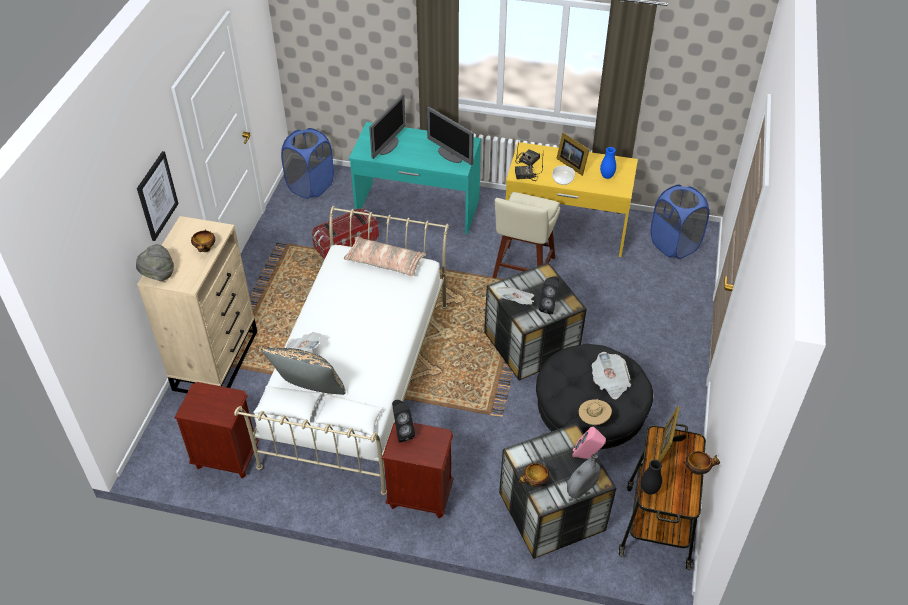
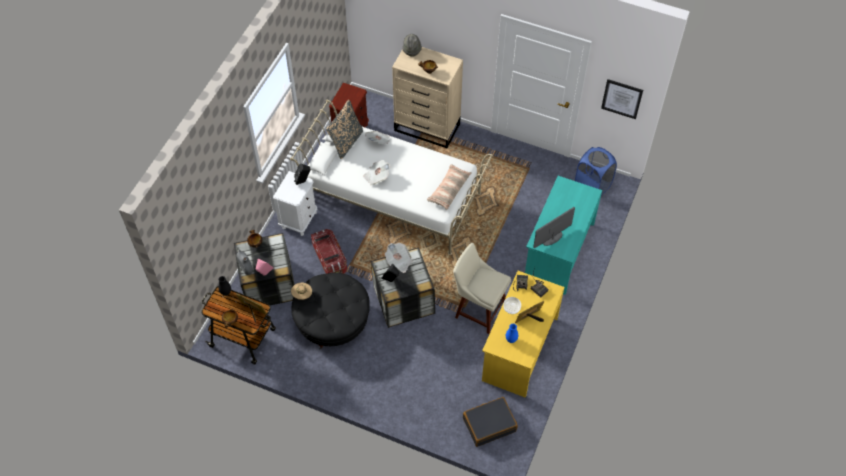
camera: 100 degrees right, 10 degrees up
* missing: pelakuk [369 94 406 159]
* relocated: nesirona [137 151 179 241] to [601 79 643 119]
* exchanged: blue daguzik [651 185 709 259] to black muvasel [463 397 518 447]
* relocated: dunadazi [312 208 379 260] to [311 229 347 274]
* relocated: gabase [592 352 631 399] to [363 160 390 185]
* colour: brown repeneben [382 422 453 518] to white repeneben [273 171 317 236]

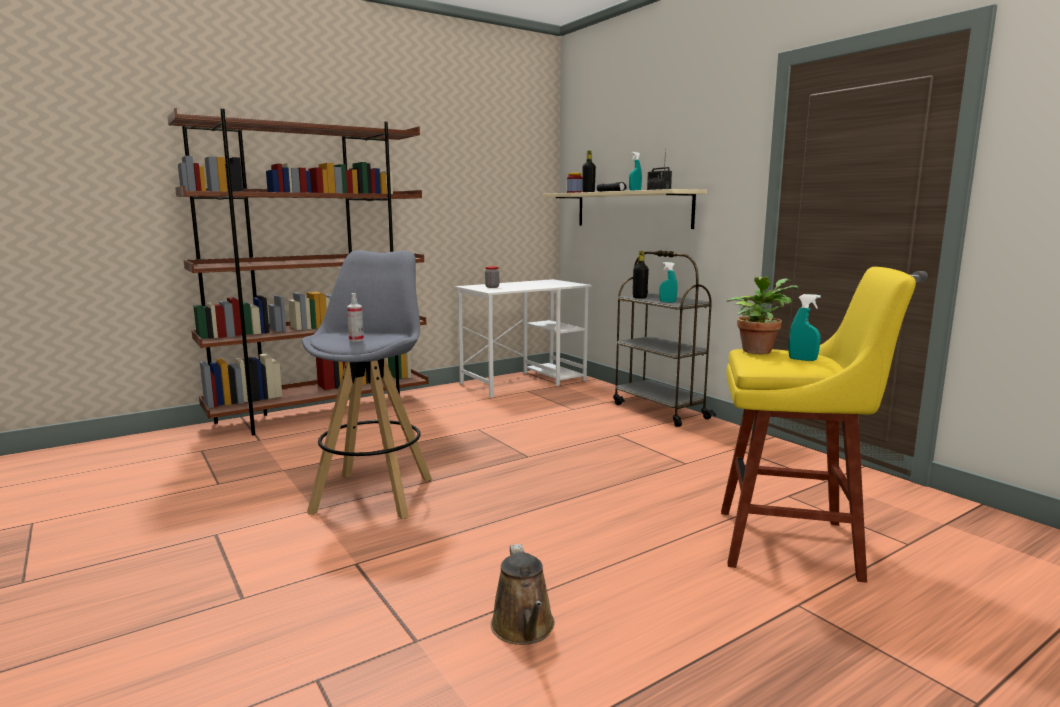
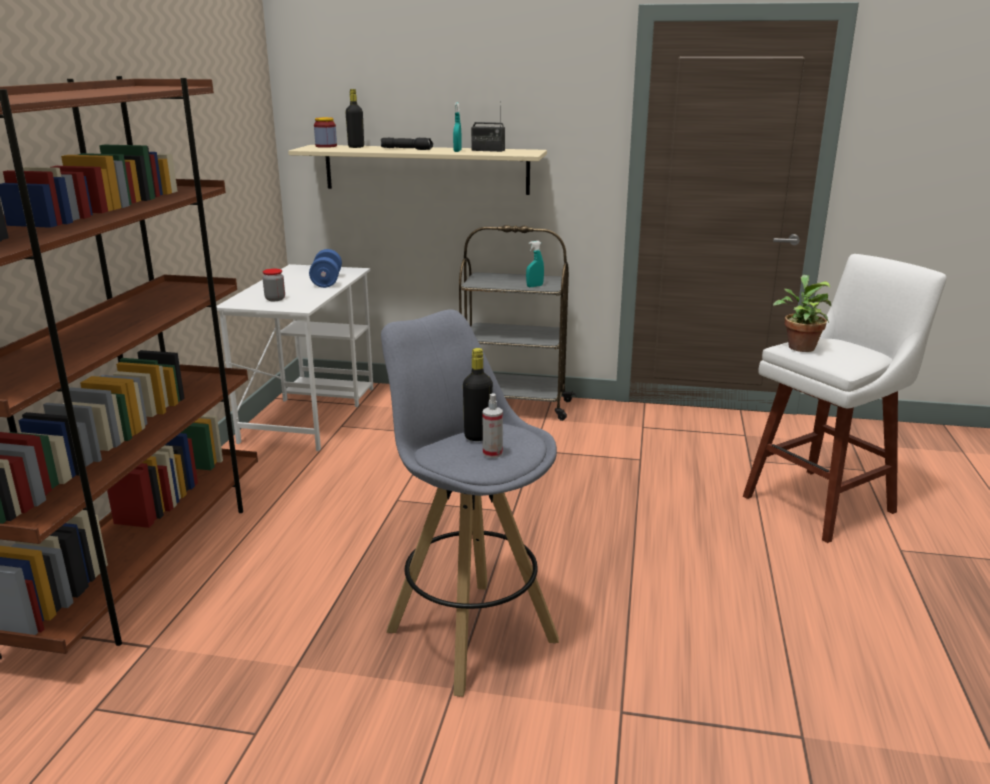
camera: 45 degrees left, 10 degrees up
* relocated: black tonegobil [633 251 649 299] to [463 348 493 441]
* colour: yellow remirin [721 267 916 583] to white remirin [743 254 946 543]
* missing: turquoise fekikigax [788 294 821 361]
* missing: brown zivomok [491 544 555 645]
* appeared: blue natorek [309 249 342 288]

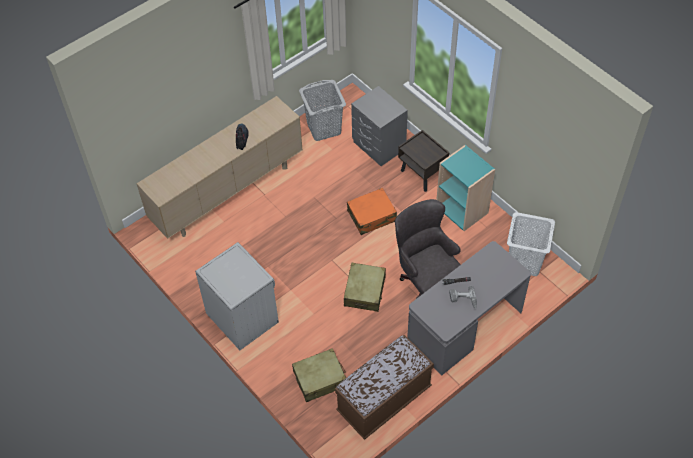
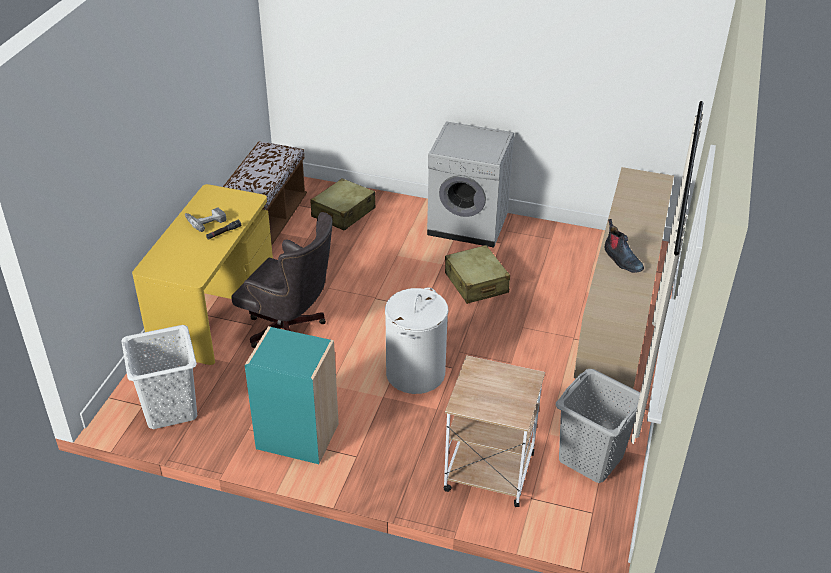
camera: 145 degrees right, 15 degrees down
* exchanged: grey repeneben [351 86 408 166] to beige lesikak [443 355 545 507]
* missing: brown repeneben [398 130 450 192]
* exchanged: orange muvasel [347 188 397 235] to white daguzik [385 288 448 394]
* colour: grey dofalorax [407 241 531 375] to yellow dofalorax [132 184 273 365]
* relocated: beige muvasel [344 263 386 312] to [445 245 510 304]

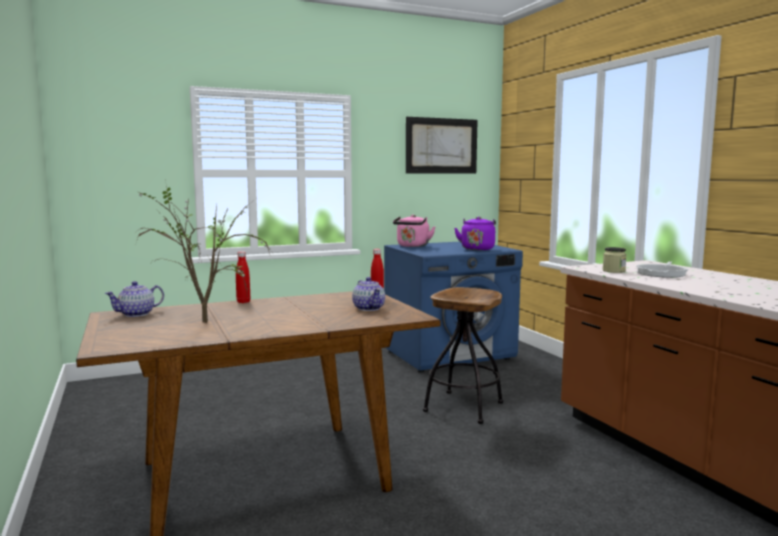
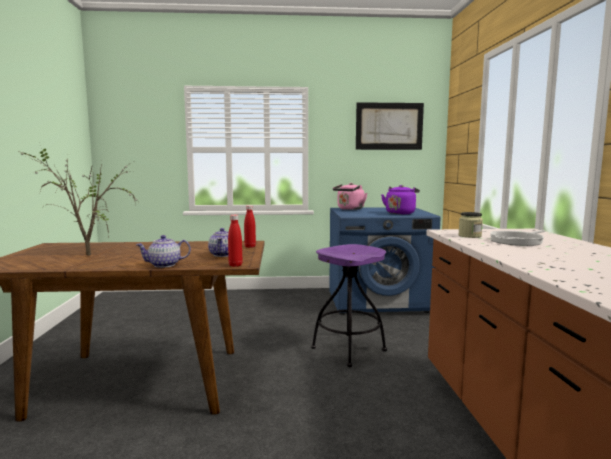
camera: 20 degrees right, 0 degrees up
* relocated: red tonegobil [236 251 250 303] to [228 215 242 267]
* relocated: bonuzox [105 281 164 317] to [136 235 191 268]
* colour: brown remirin [423 287 503 424] to purple remirin [311 244 387 367]

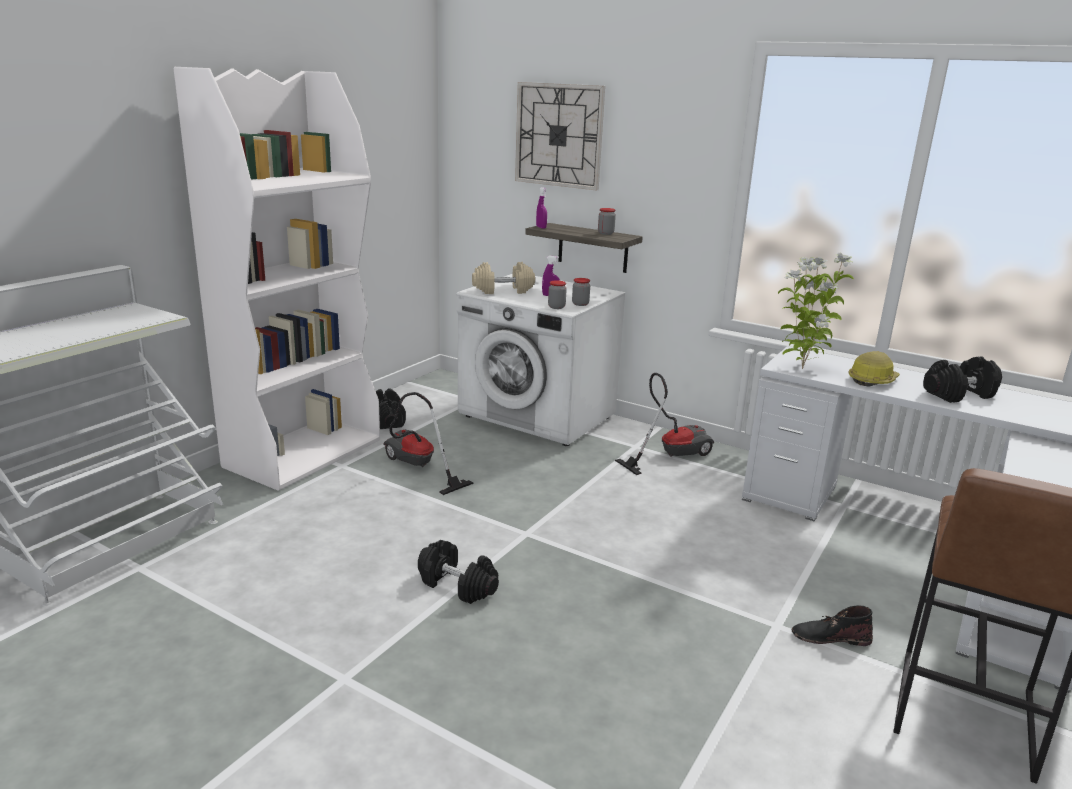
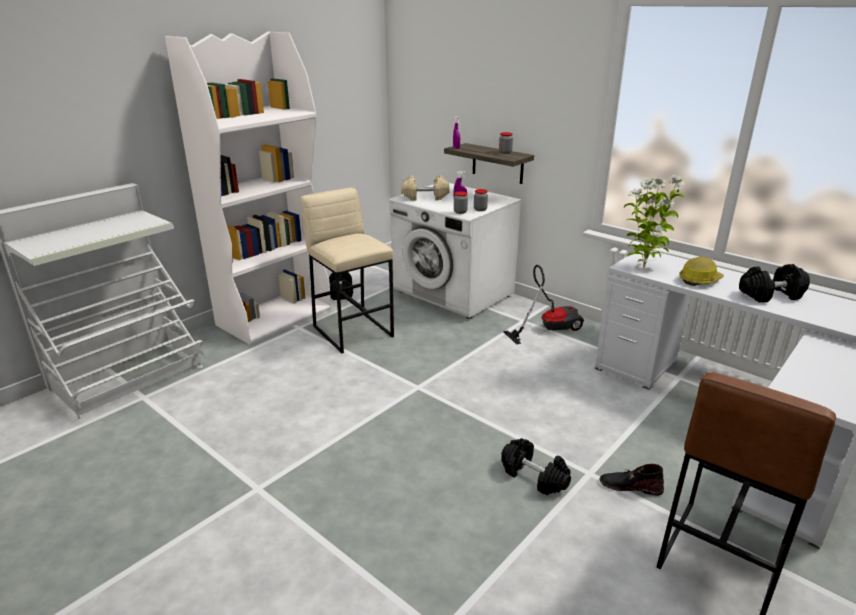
camera: 10 degrees right, 5 degrees up
* missing: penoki [515 82 605 191]
* exchanged: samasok [383 392 474 495] to beige remirin [301 188 394 353]
* relocated: black natorek [418 540 499 604] to [501 438 571 495]

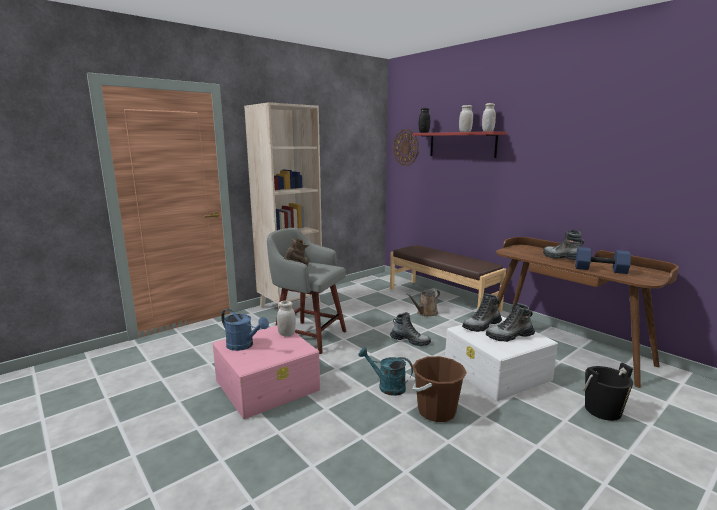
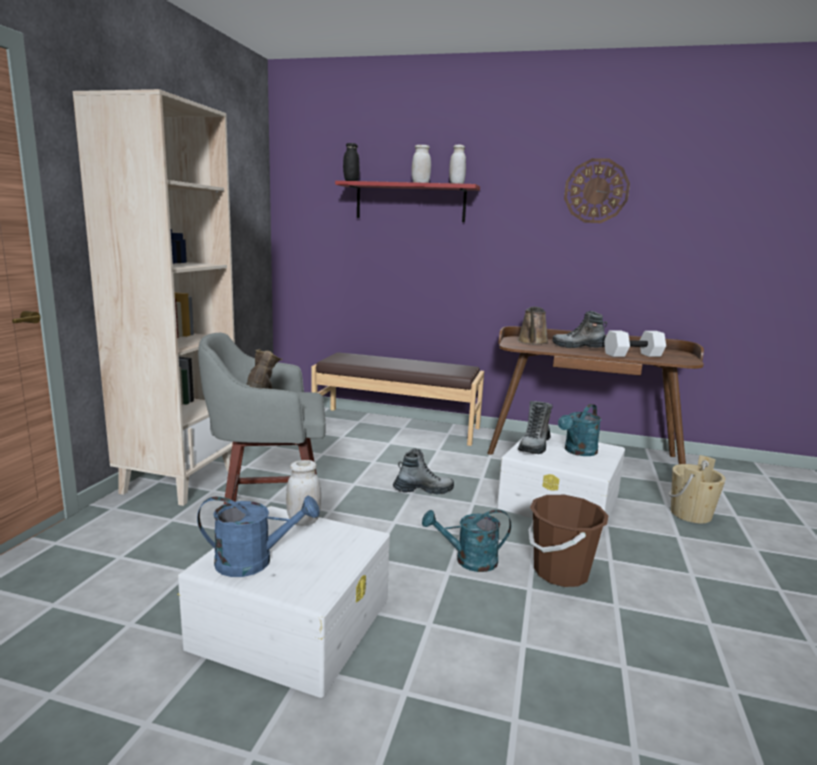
camera: 35 degrees left, 0 degrees up
* relocated: penoki [393 130 419 166] to [564 158 630 223]
* colour: blue natorek [575 247 631 274] to white natorek [604 330 666 357]
* relocated: brown zivomok [406 289 440 317] to [517 307 549 345]
* exchanged: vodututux [486 302 535 342] to turquoise zivomok [558 404 601 456]
* colour: pink dunadazi [213 325 320 419] to white dunadazi [177 506 390 698]
* colour: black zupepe [583 363 633 421] to beige zupepe [669 455 726 524]

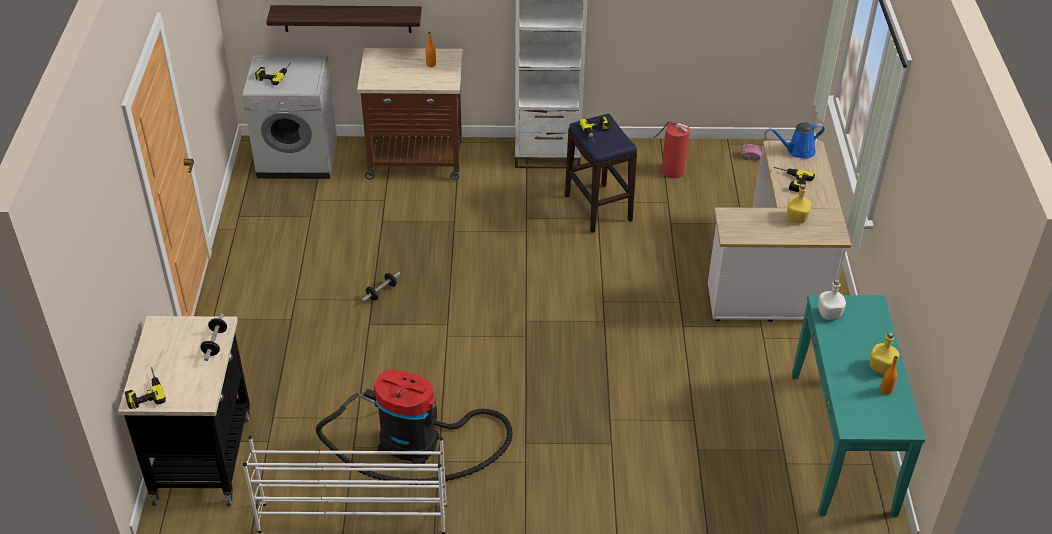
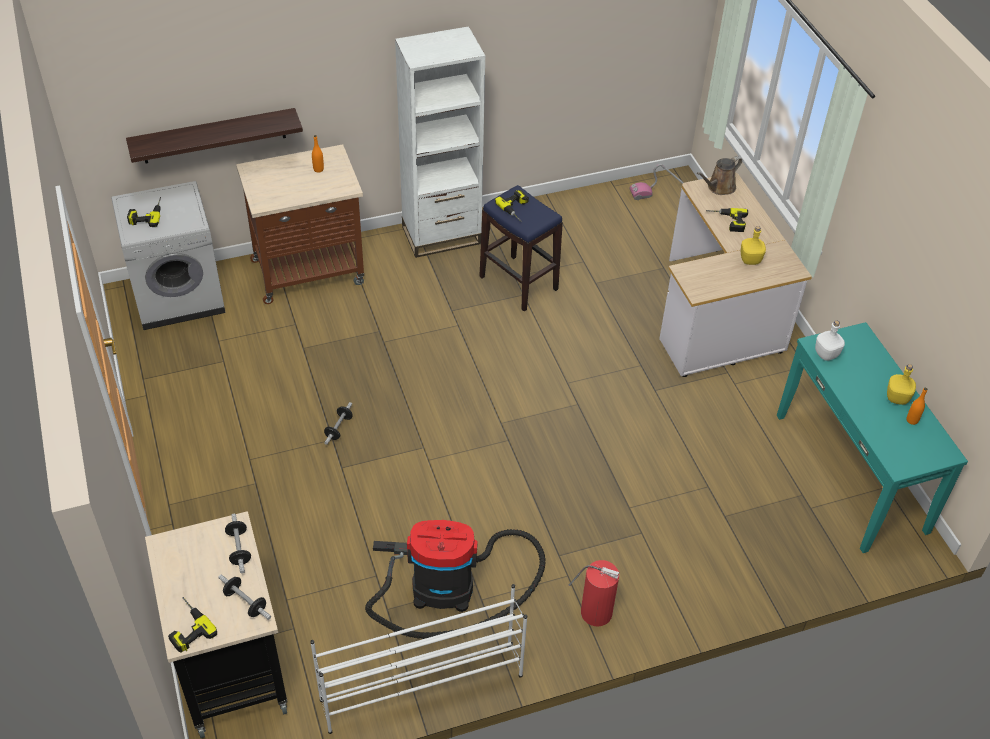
camera: 20 degrees left, 5 degrees up
* relocated: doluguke [654 121 690 178] to [569 560 619 626]
* colour: blue zivomok [770 122 825 159] to brown zivomok [697 156 742 195]
* appeared: natorek [218 574 271 620]

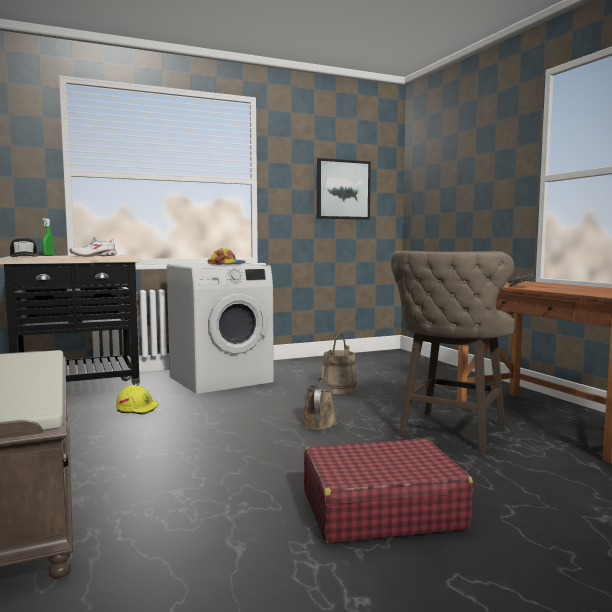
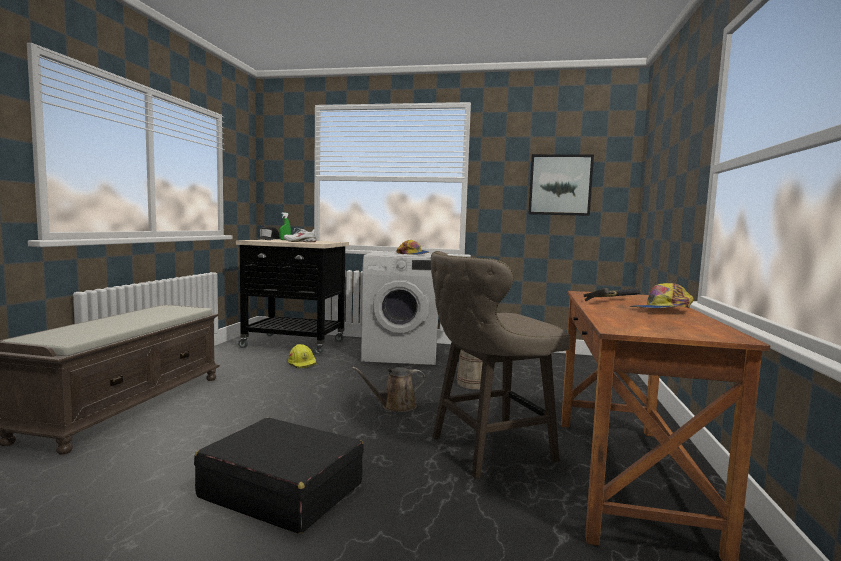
camera: 35 degrees right, 0 degrees up
* spun: brown zivomok [301 366 337 430] = [352 367 425 412] 150 degrees counterclockwise
* colour: red muvasel [304 438 473 543] to black muvasel [194 418 364 534]
* appeared: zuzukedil [630 283 693 308]

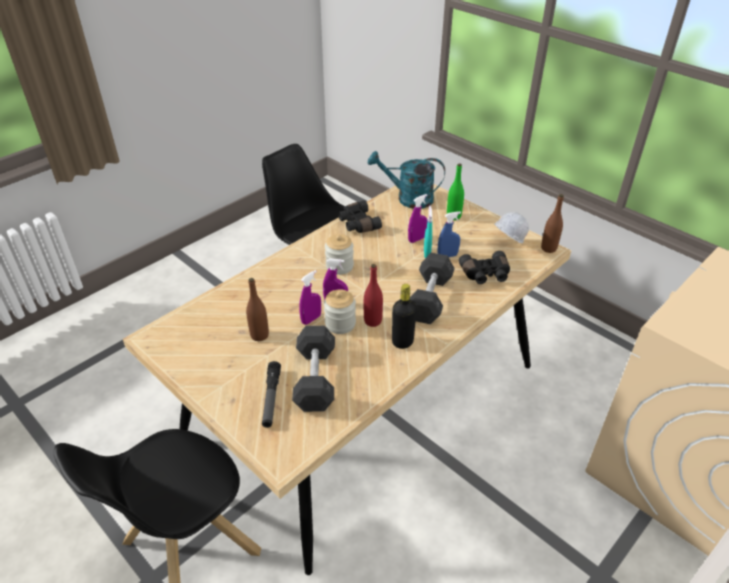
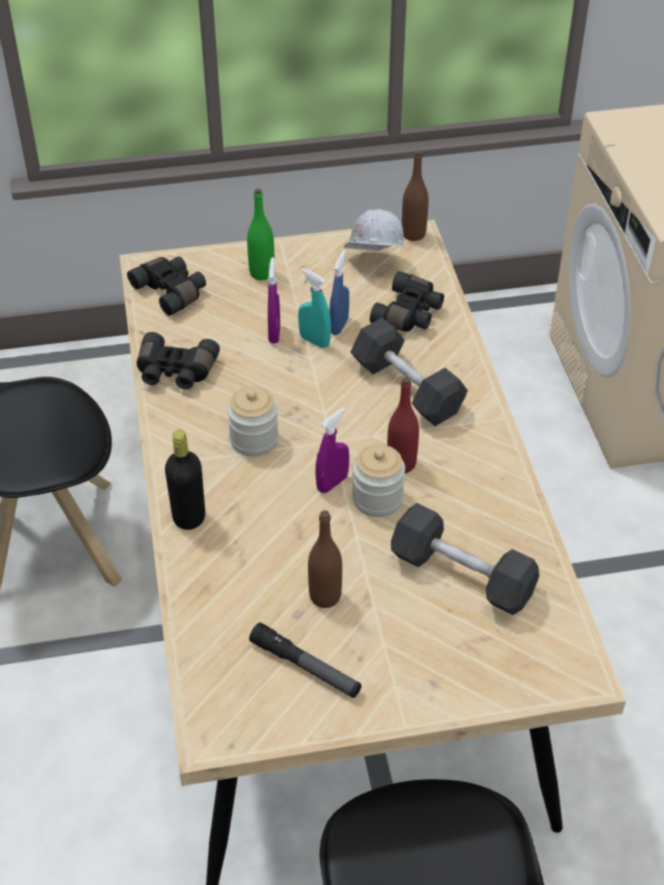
camera: 55 degrees left, 5 degrees up
* exchanged: turquoise zivomok [368 151 445 209] to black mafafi [127 256 206 316]
* missing: purple fekikigax [299 270 321 325]
* relocated: black tonegobil [392 284 417 349] to [165 430 205 530]
* relocated: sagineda [262 361 281 428] to [249 622 362 698]

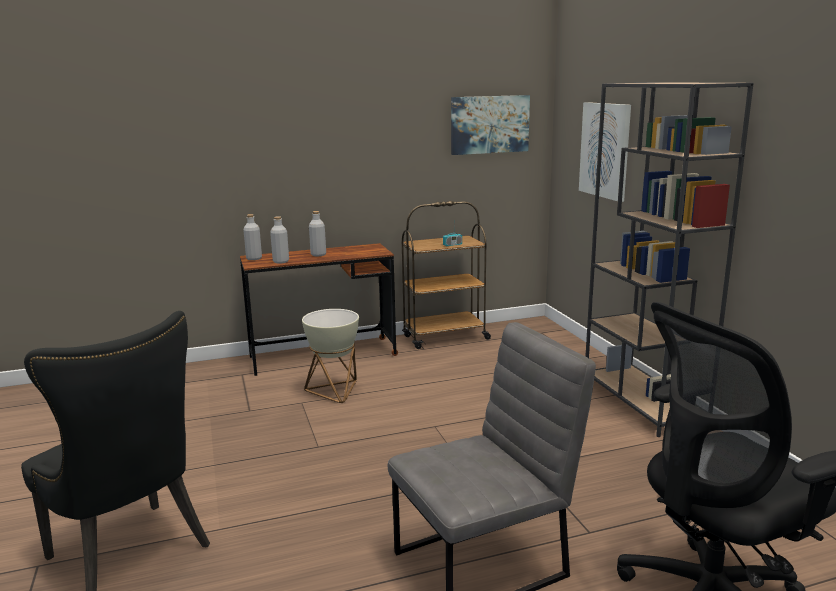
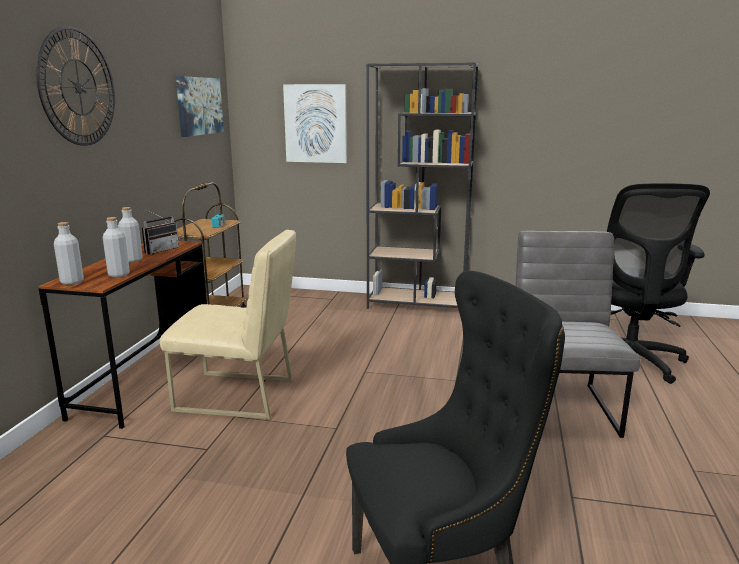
camera: 60 degrees left, 0 degrees up
* exchanged: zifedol [302 309 359 403] to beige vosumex [160 230 296 419]
* appeared: penoki [36 26 115 146]
* appeared: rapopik [142 209 179 255]

